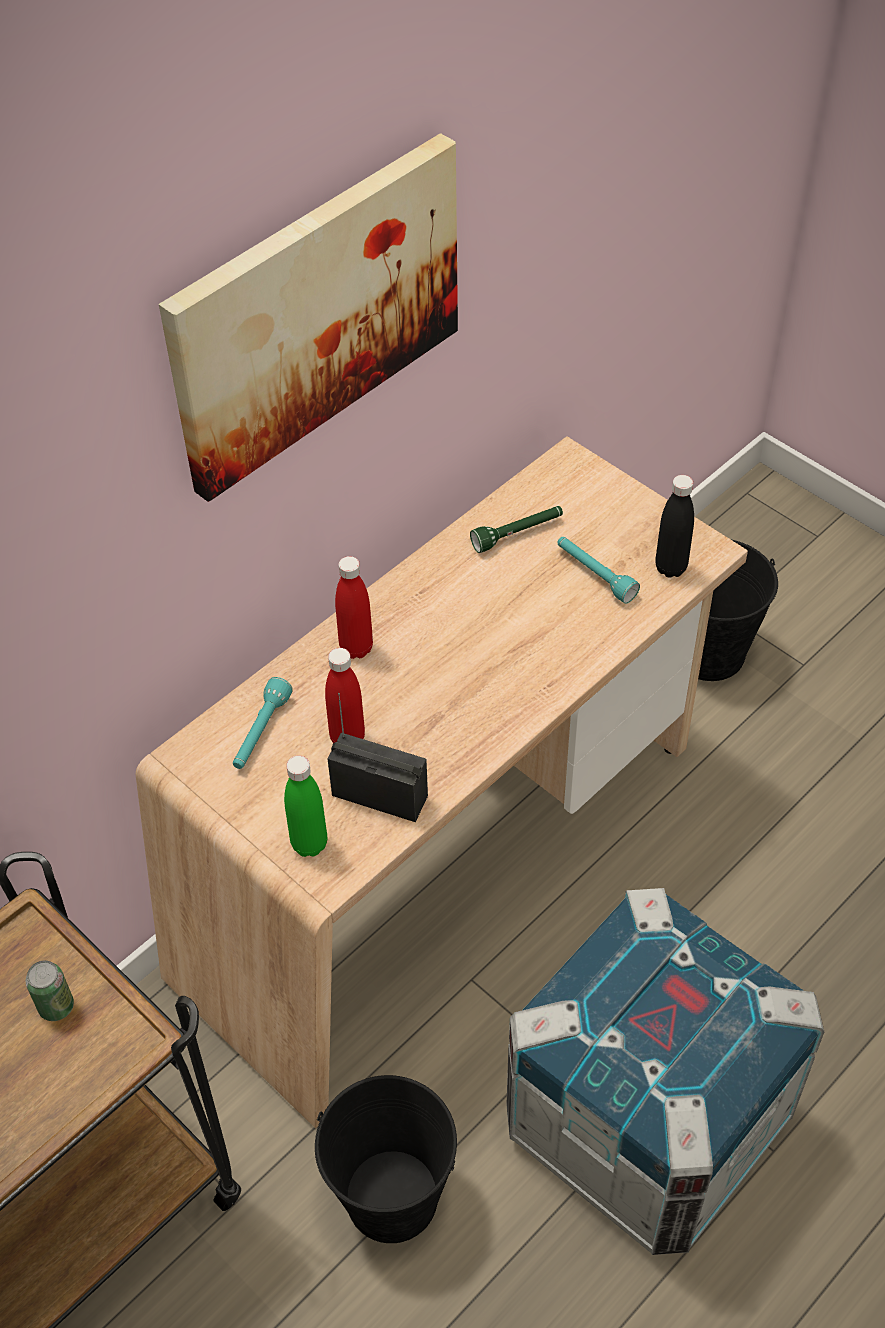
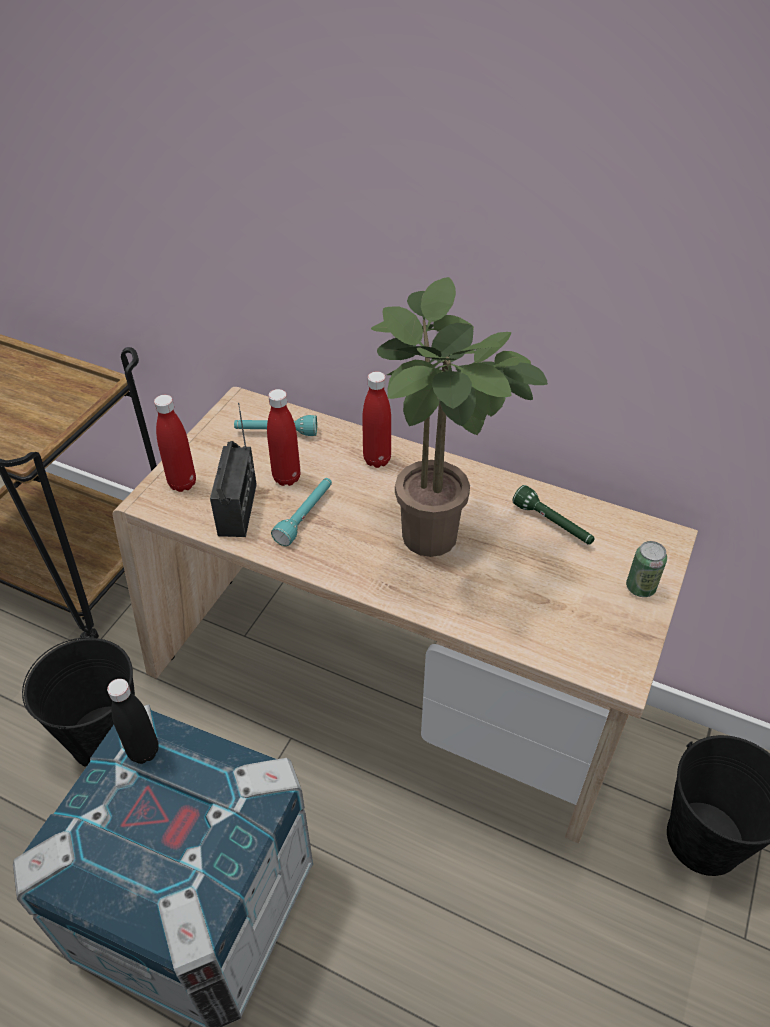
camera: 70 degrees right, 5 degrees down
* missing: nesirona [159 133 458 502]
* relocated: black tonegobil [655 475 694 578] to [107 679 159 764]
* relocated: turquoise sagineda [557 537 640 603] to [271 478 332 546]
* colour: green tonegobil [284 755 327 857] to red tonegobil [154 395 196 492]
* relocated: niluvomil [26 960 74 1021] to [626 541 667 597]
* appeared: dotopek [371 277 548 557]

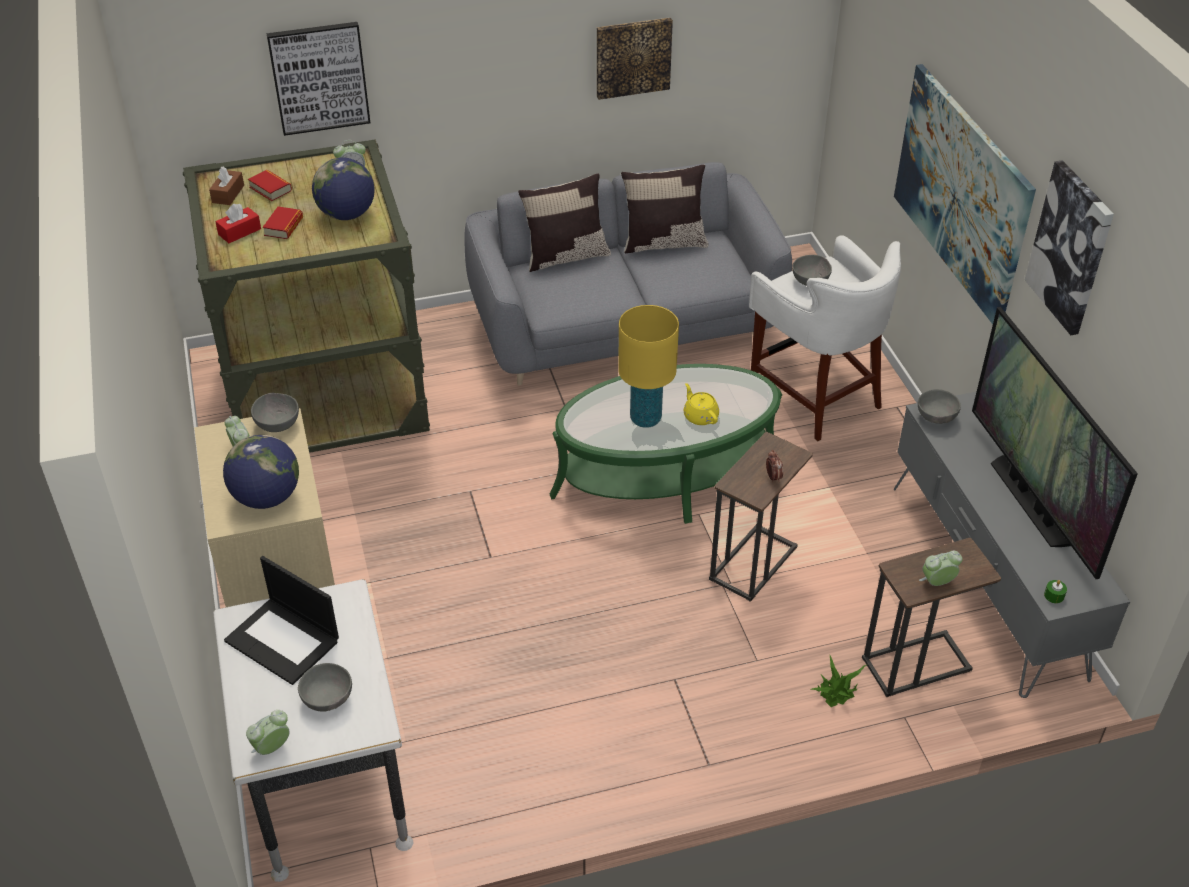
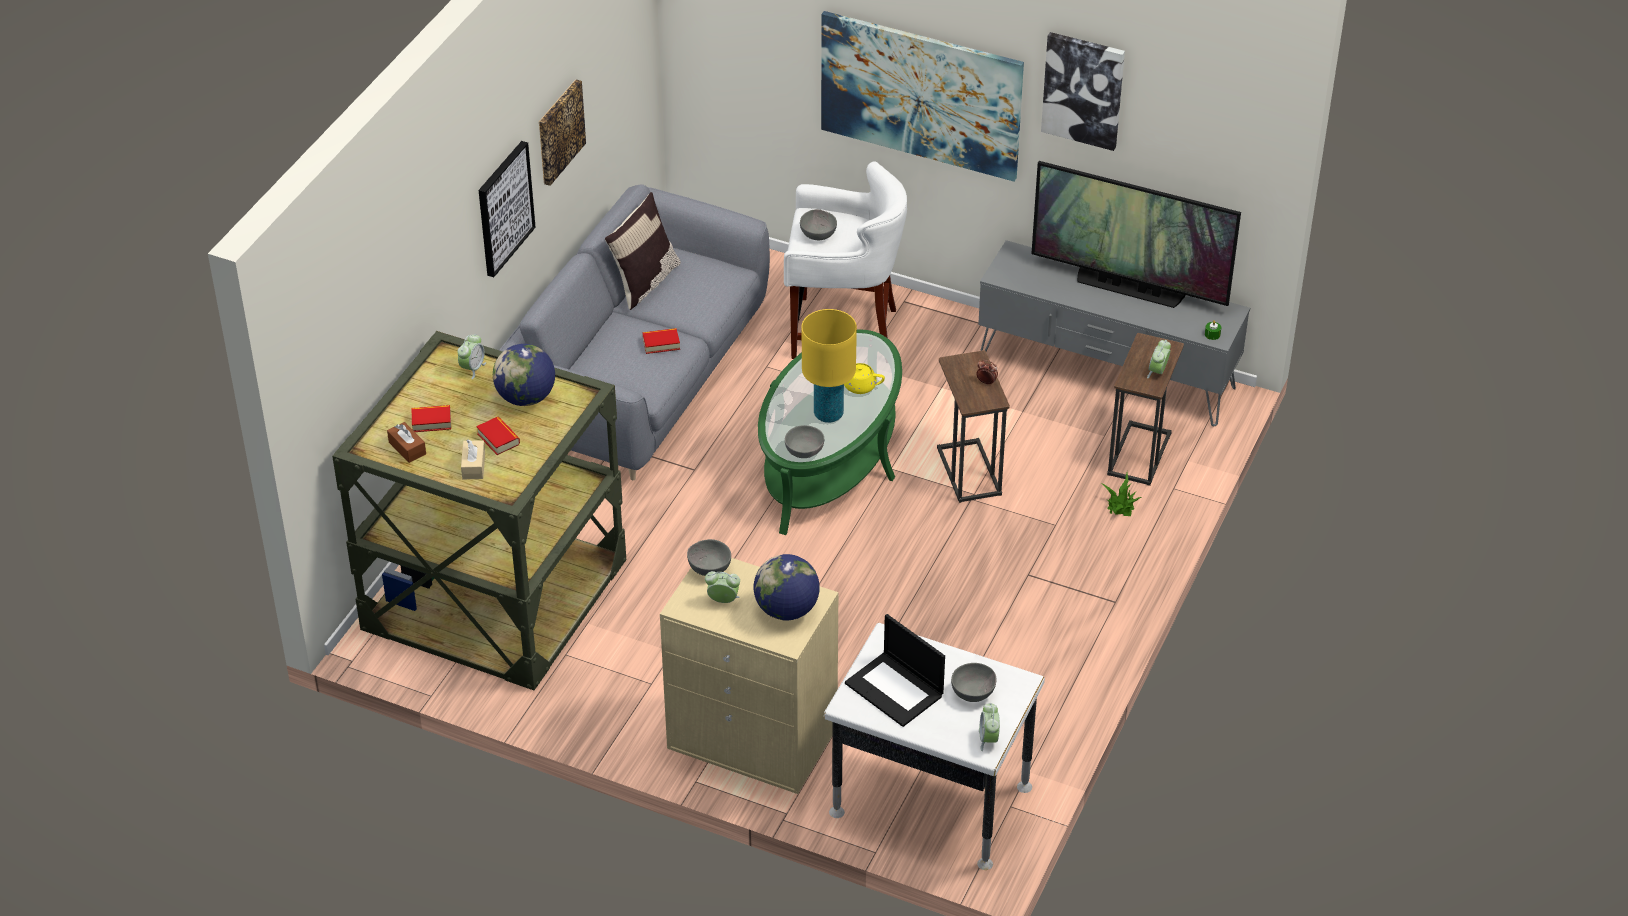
camera: 50 degrees left, 0 degrees up
* relocated: nesirona [266 22 370 136] to [479 141 536 277]
* missing: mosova [518 173 611 272]
* colour: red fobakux [215 203 261 243] to beige fobakux [461 440 485 479]
* relocated: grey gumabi [918 389 961 424] to [785 425 824 458]
* spun: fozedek [224 556 339 685] = [845 614 945 727] 60 degrees clockwise
* appeared: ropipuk [642 328 680 354]

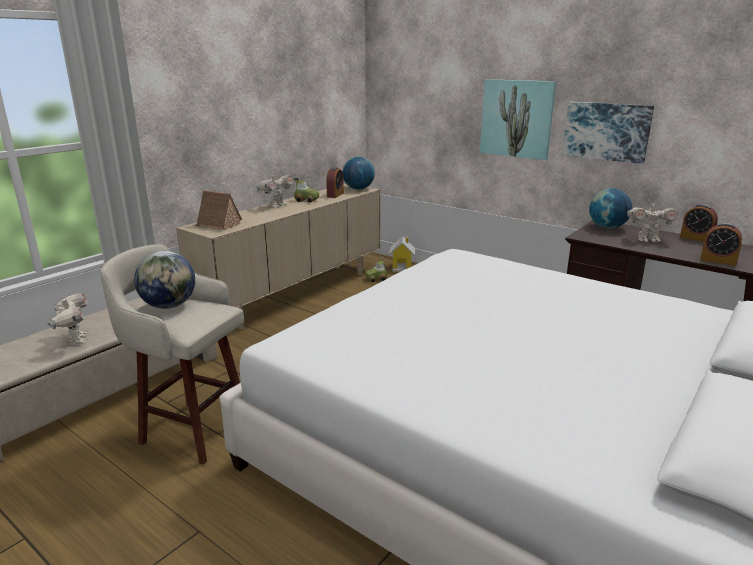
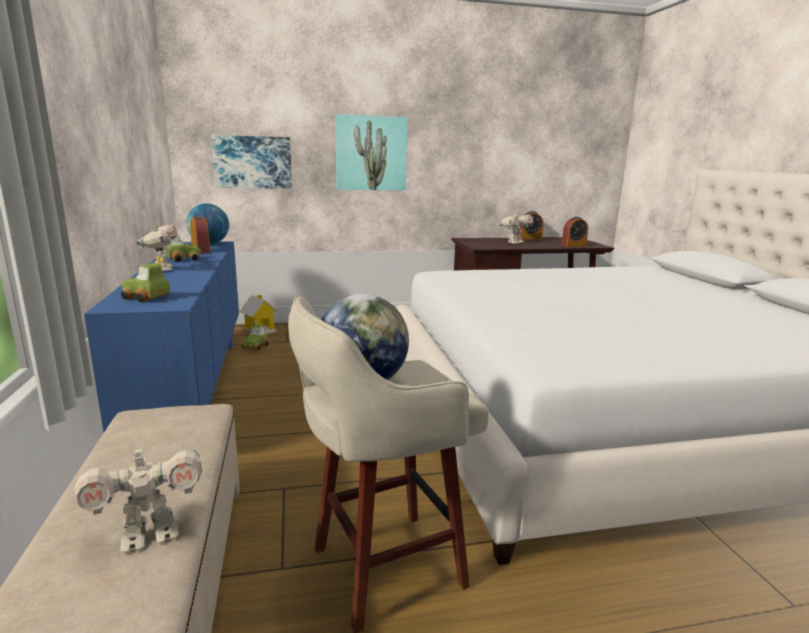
camera: 50 degrees left, 5 degrees down
* relocated: nesirona [562 102 654 164] to [211 135 292 189]
* colour: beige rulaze [176 184 380 329] to blue rulaze [84 241 239 432]
* missing: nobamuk [589 188 632 229]
* exchanged: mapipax [193 190 242 230] to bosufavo [121 256 170 302]
* spun: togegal [48 293 88 345] = [74 439 202 553] 135 degrees clockwise

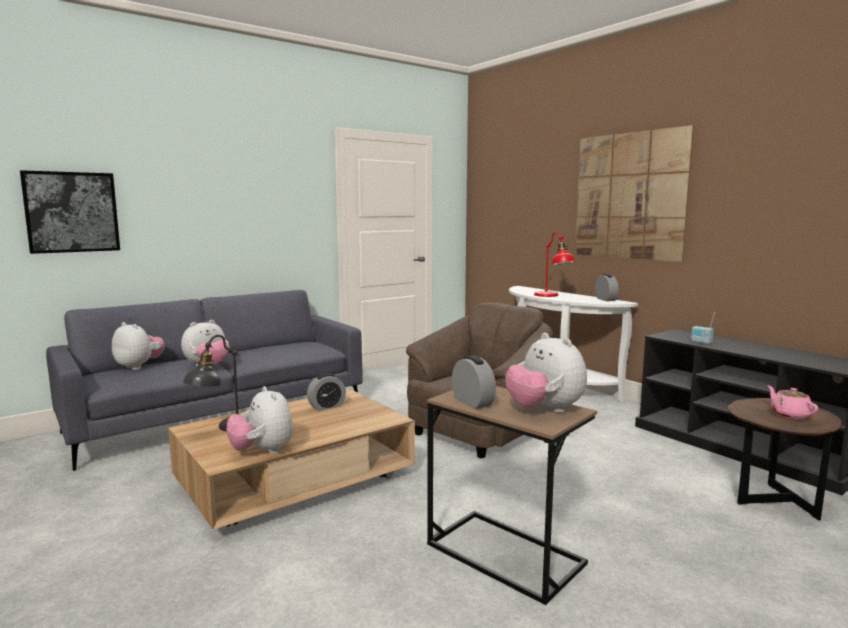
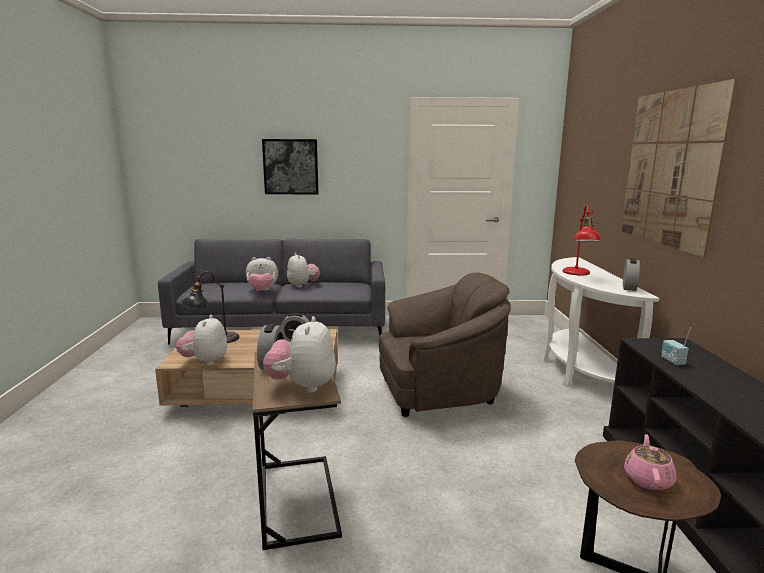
camera: 35 degrees right, 5 degrees up
* relocated: nesirona [20 170 120 254] to [262 139 319 194]
* relocated: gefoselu [112 322 165 370] to [287 253 320 288]

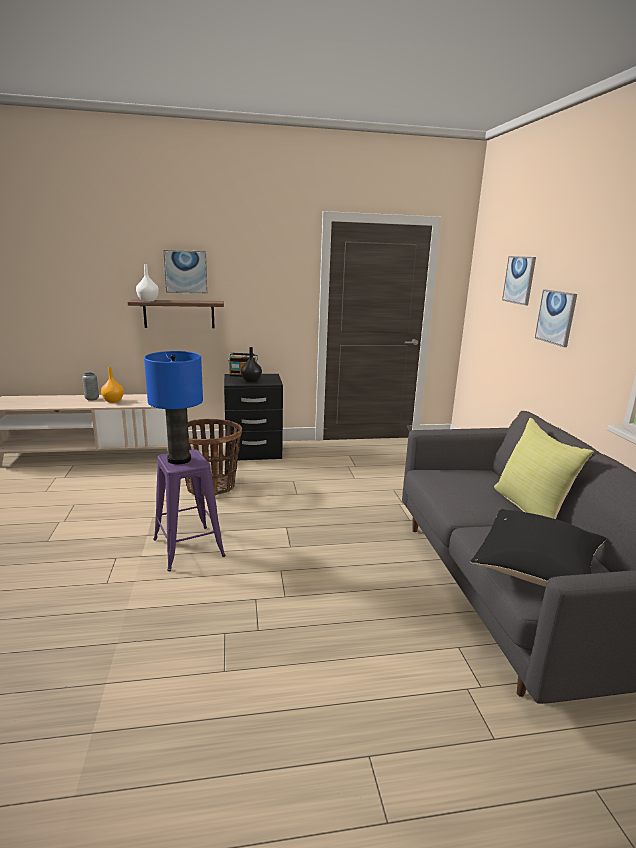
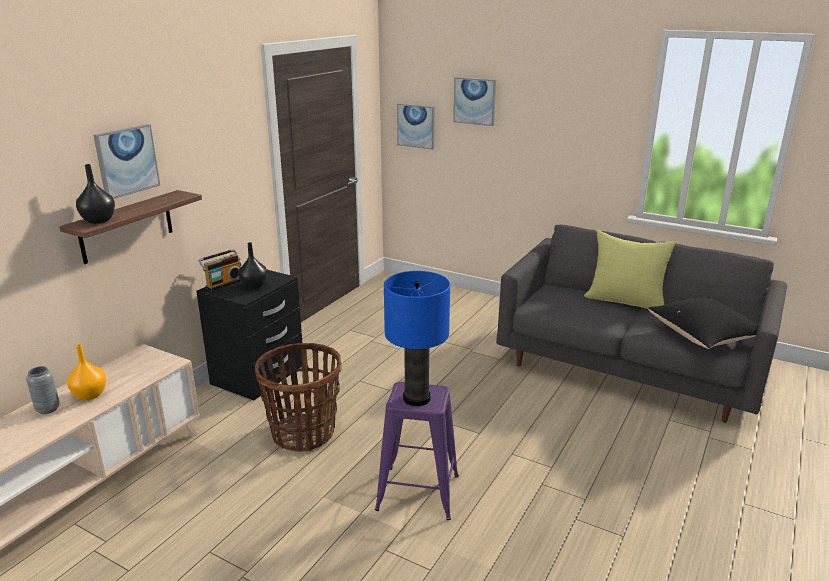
camera: 50 degrees left, 5 degrees up
* colour: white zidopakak [136 264 159 301] to black zidopakak [76 164 115 224]
* relocated: nesirona [535 289 577 347] to [397 103 435 150]

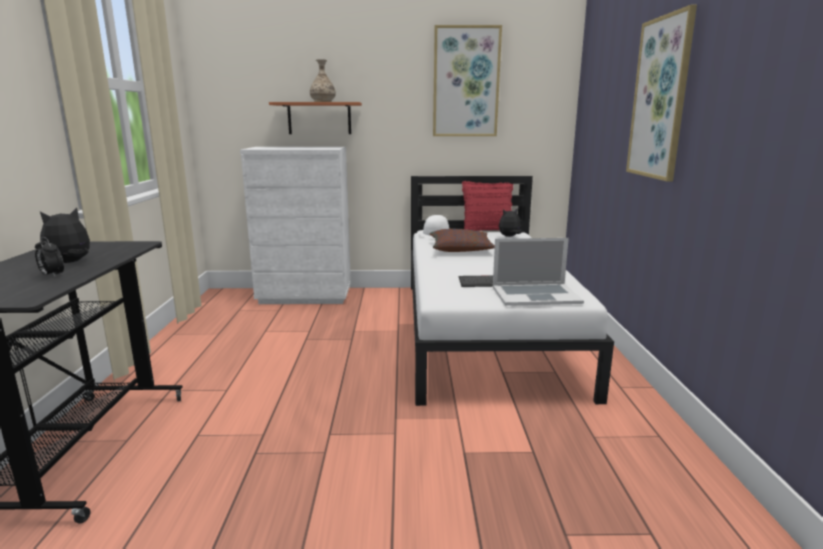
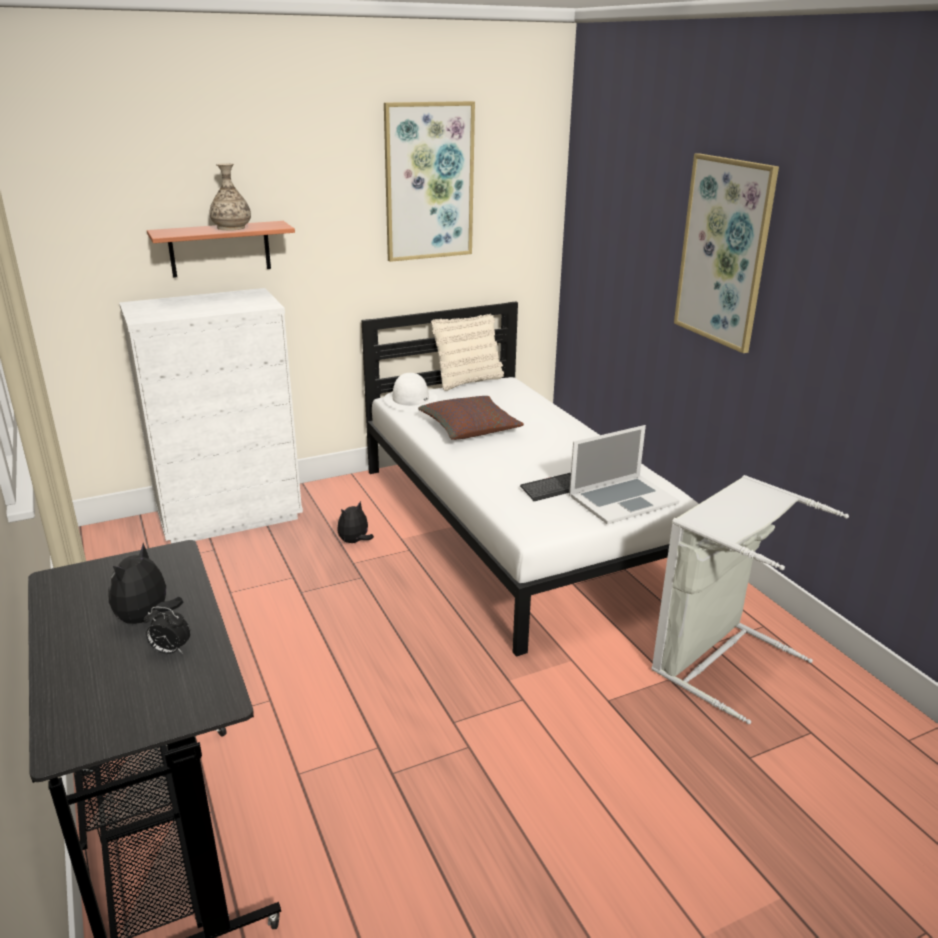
camera: 25 degrees left, 10 degrees up
* colour: red mosova [462 181 513 231] to beige mosova [431 314 504 391]
* relocated: gefoselu [499 209 523 237] to [337 501 374 543]
* appeared: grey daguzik [651 475 849 724]

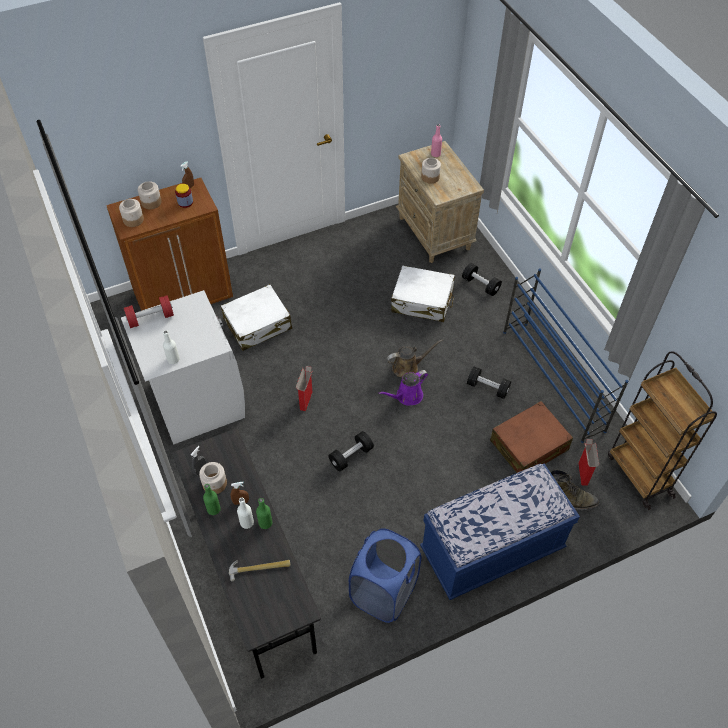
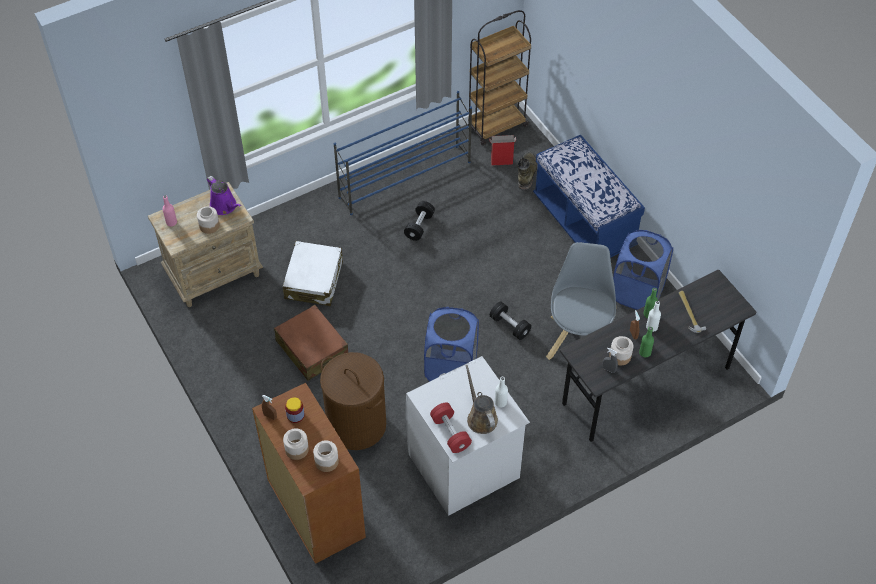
camera: 95 degrees left, 0 degrees up
* missing: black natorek [462 263 502 296]
* exchanged: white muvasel [221 284 292 351] to brown daguzik [320 352 386 450]
* relocated: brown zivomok [387 340 443 377] to [465 365 498 434]
* exchanged: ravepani [296 366 313 411] to blue daguzik [424 307 479 381]
* relocated: purple zivomok [379 370 428 405] to [207 176 241 215]
* relocated: brown muvasel [490 401 573 473] to [274 305 348 381]
* appeared: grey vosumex [546 242 616 360]

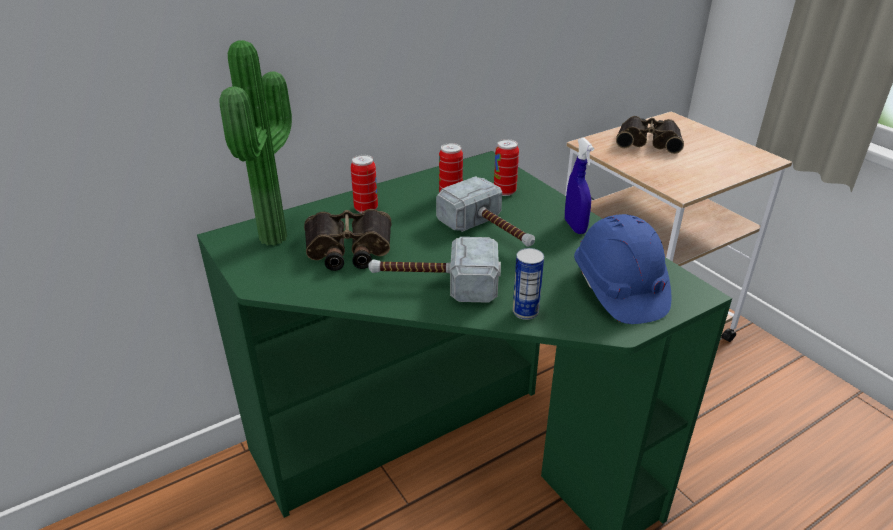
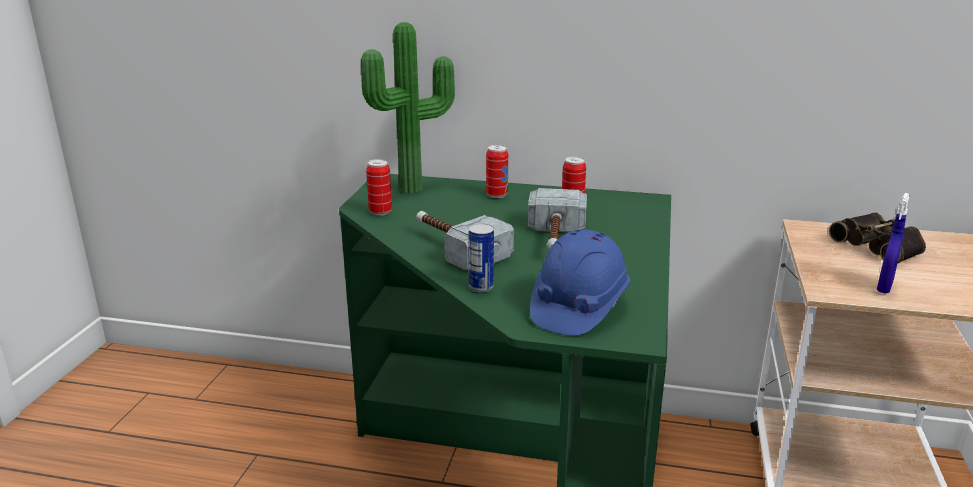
camera: 45 degrees right, 10 degrees down
* relocated: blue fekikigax [565 138 594 234] to [877 193 909 293]
* relocated: niluvomil [494 139 519 196] to [366 159 392 216]
* missing: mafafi [304 209 391 271]

